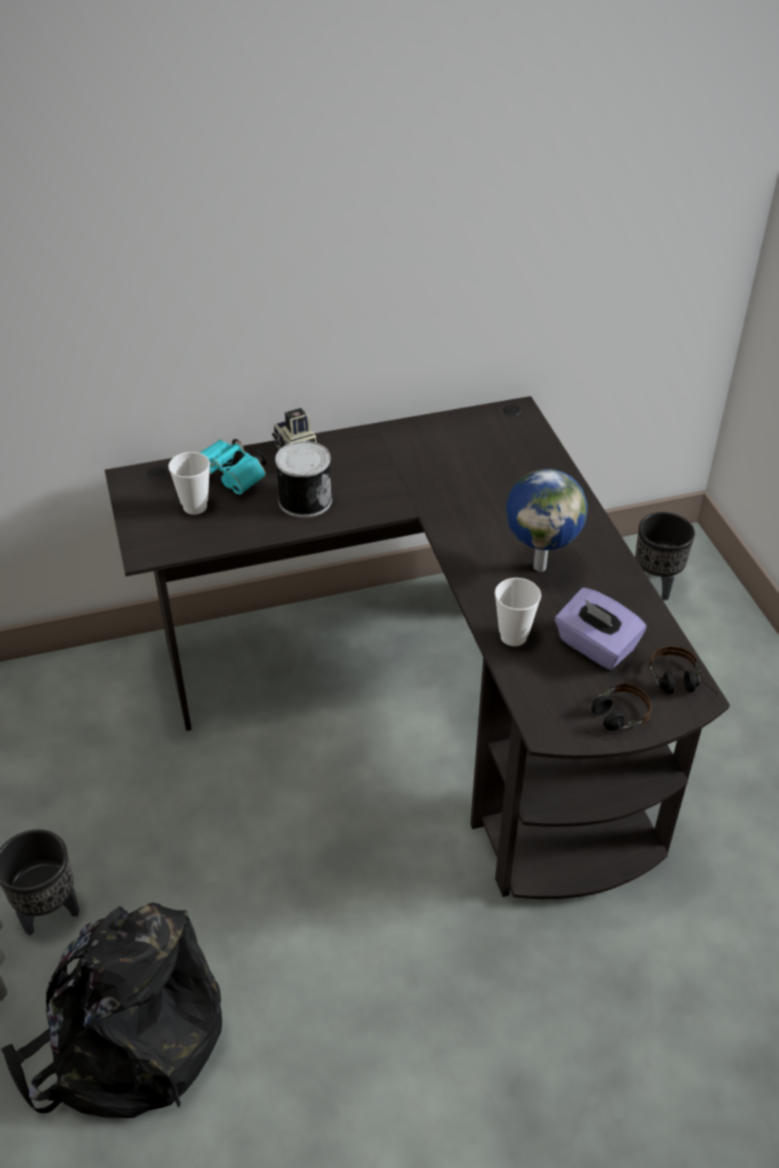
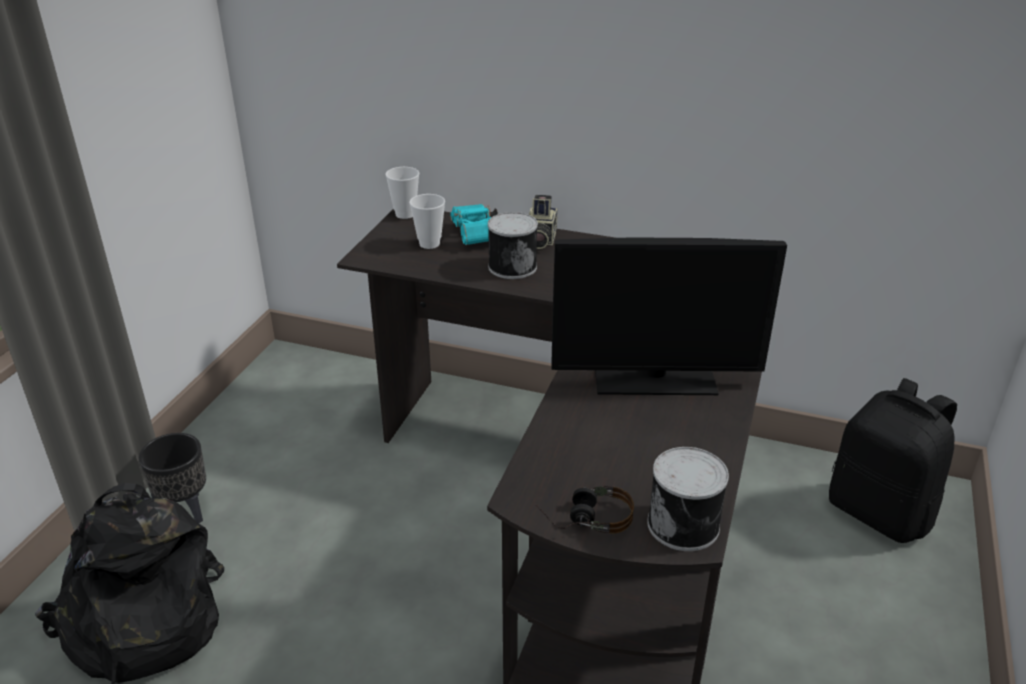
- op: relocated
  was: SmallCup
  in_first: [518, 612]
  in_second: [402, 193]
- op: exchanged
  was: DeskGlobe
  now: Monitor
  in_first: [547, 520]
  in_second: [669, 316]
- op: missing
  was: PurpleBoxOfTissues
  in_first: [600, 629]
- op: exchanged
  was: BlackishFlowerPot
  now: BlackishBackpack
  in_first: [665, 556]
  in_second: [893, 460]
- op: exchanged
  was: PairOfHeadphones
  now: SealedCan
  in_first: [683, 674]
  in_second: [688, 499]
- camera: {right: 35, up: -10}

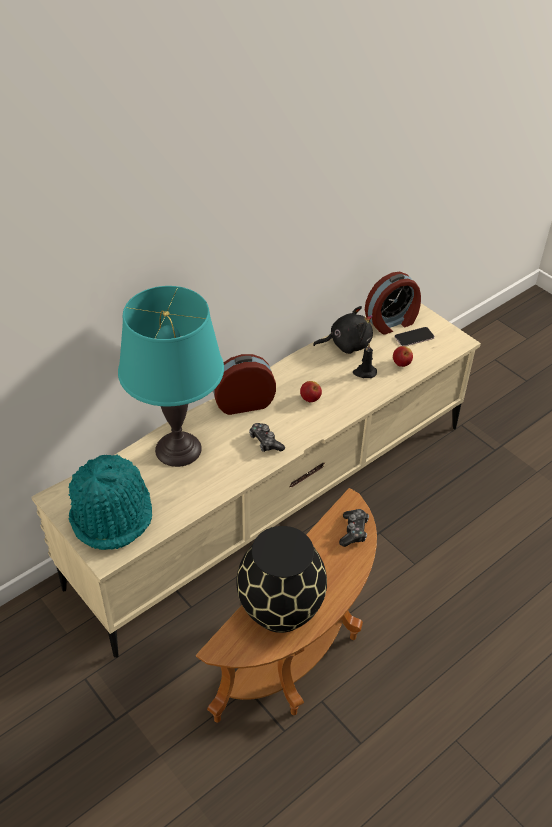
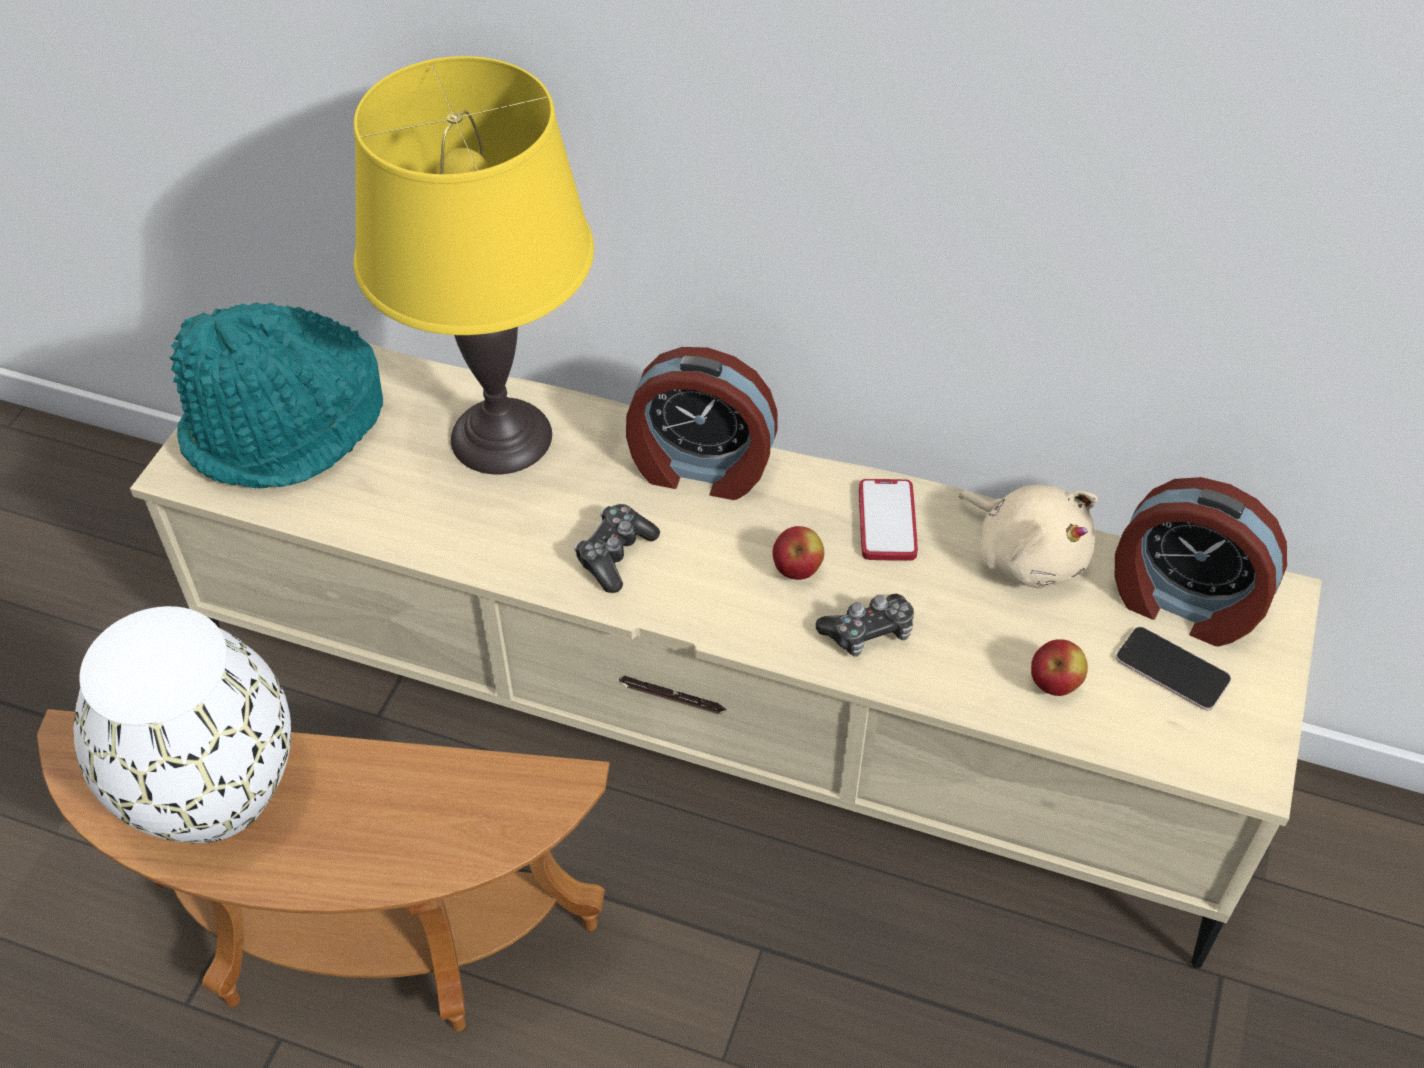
- op: colour
  was: TurquoiseTabletopLamp
  now: YellowishTabletopLamp
  in_first: [171, 376]
  in_second: [474, 265]
- op: spun
  was: AlarmClock
  in_first: [244, 384]
  in_second: [702, 423]
  clockwise: 150
- op: colour
  was: BlackishFlowerVase
  now: WhiteColouredFlowerVase
  in_first: [281, 579]
  in_second: [182, 724]
- op: colour
  was: BlackishPlushToy
  now: BeigePlushToy
  in_first: [343, 330]
  in_second: [1028, 536]
- op: relocated
  was: GameController
  in_first: [354, 528]
  in_second: [865, 625]
- op: missing
  was: BlackishWaxLight
  in_first: [365, 360]
- op: appeared
  now: Phone
  in_second: [888, 520]
- camera: {right: 60, up: 5}

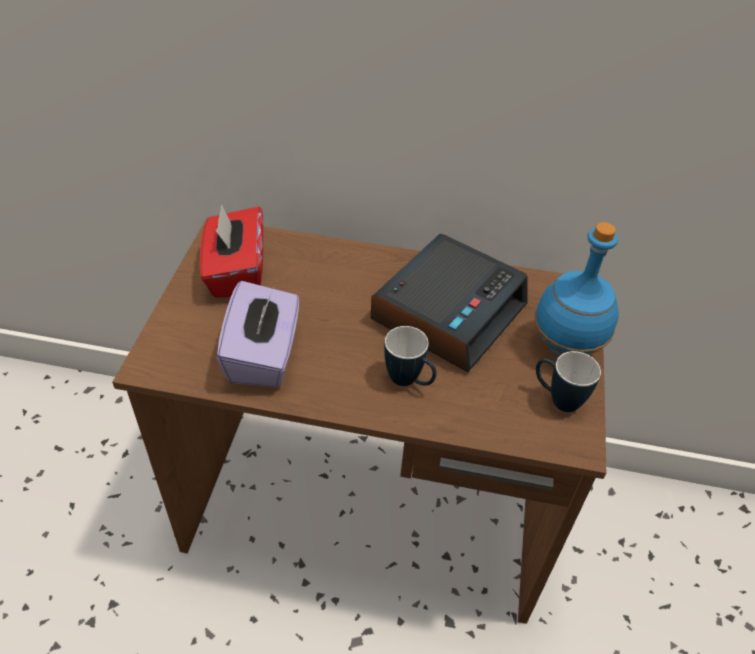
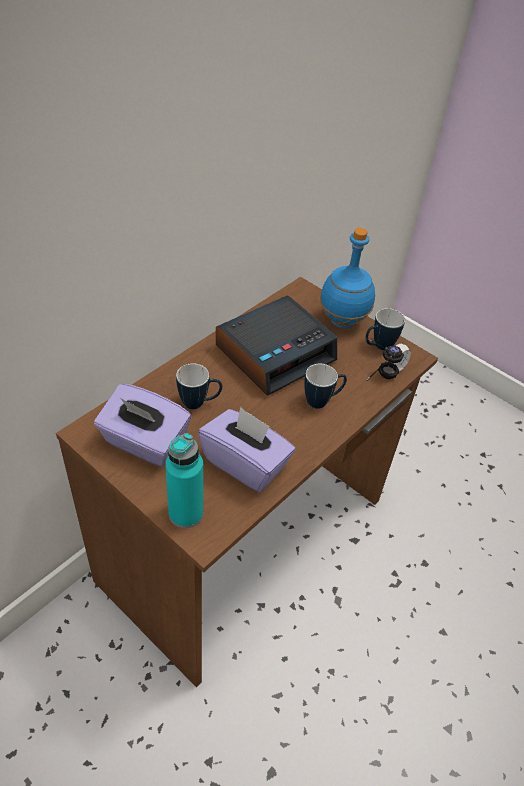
- op: colour
  was: RedBoxOfTissues
  now: PurpleBoxOfTissues
  in_first: [231, 251]
  in_second: [142, 425]
- op: spun
  was: AlarmClock
  in_first: [449, 303]
  in_second: [276, 345]
  clockwise: 75
- op: appeared
  now: TurquoiseBottle
  in_second: [184, 480]
- op: appeared
  now: Mug
  in_second: [199, 386]
- op: appeared
  now: PairOfHeadphones
  in_second: [388, 360]
- camera: {right: -60, up: 0}

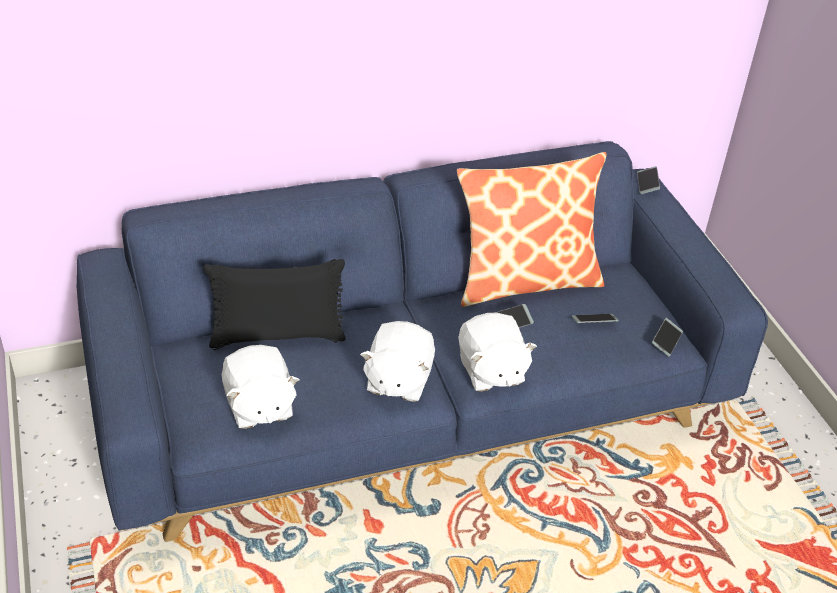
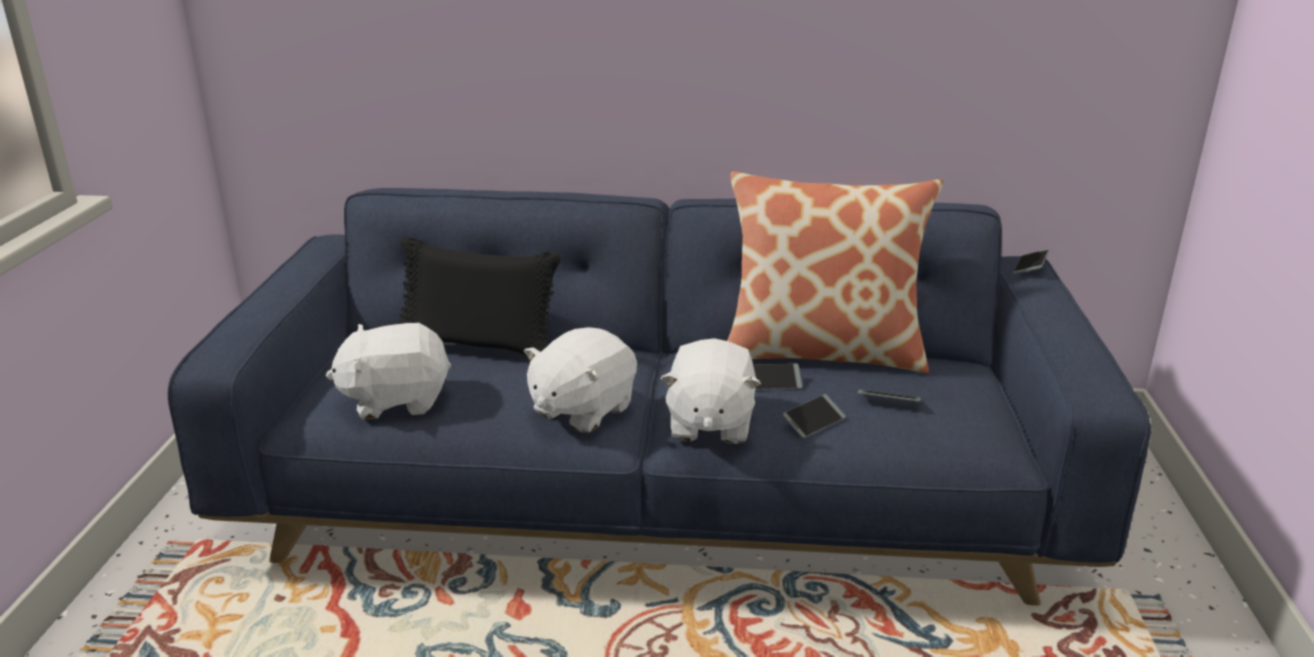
- op: spun
  was: WhiteColouredPlushToy
  in_first: [260, 387]
  in_second: [388, 371]
  clockwise: 75
- op: relocated
  was: Phone
  in_first: [667, 337]
  in_second: [814, 416]
- camera: {right: 25, up: -15}

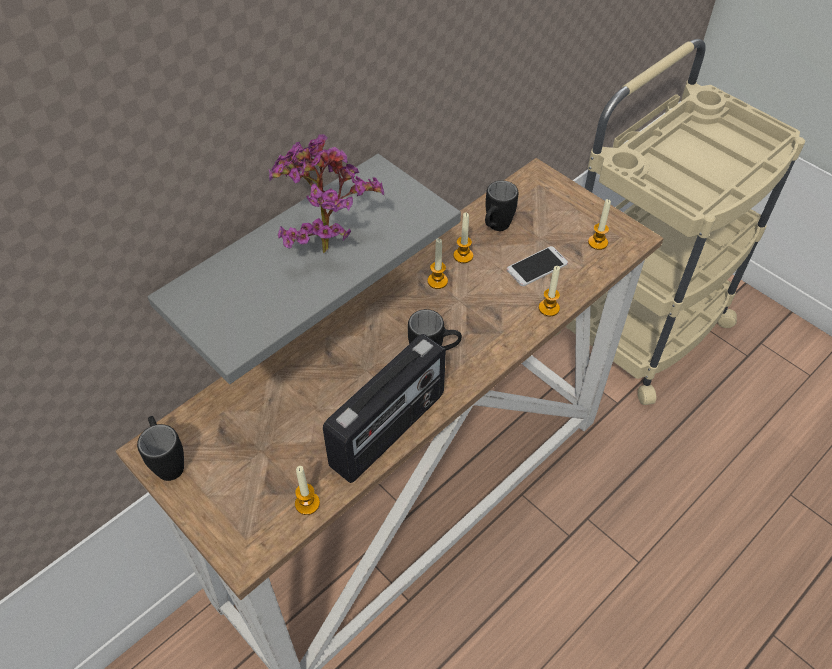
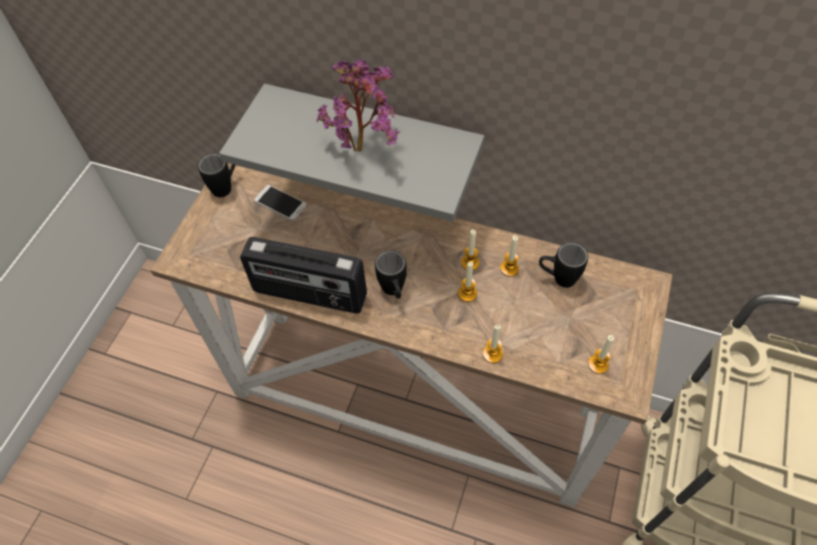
- op: relocated
  was: WaxLight
  in_first: [307, 490]
  in_second: [467, 282]
- op: relocated
  was: Phone
  in_first: [537, 266]
  in_second: [280, 203]
- camera: {right: 65, up: 5}

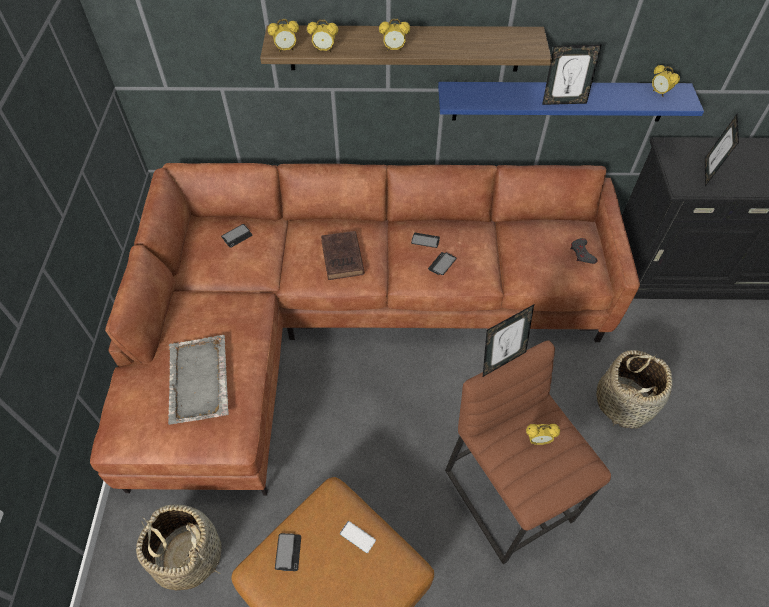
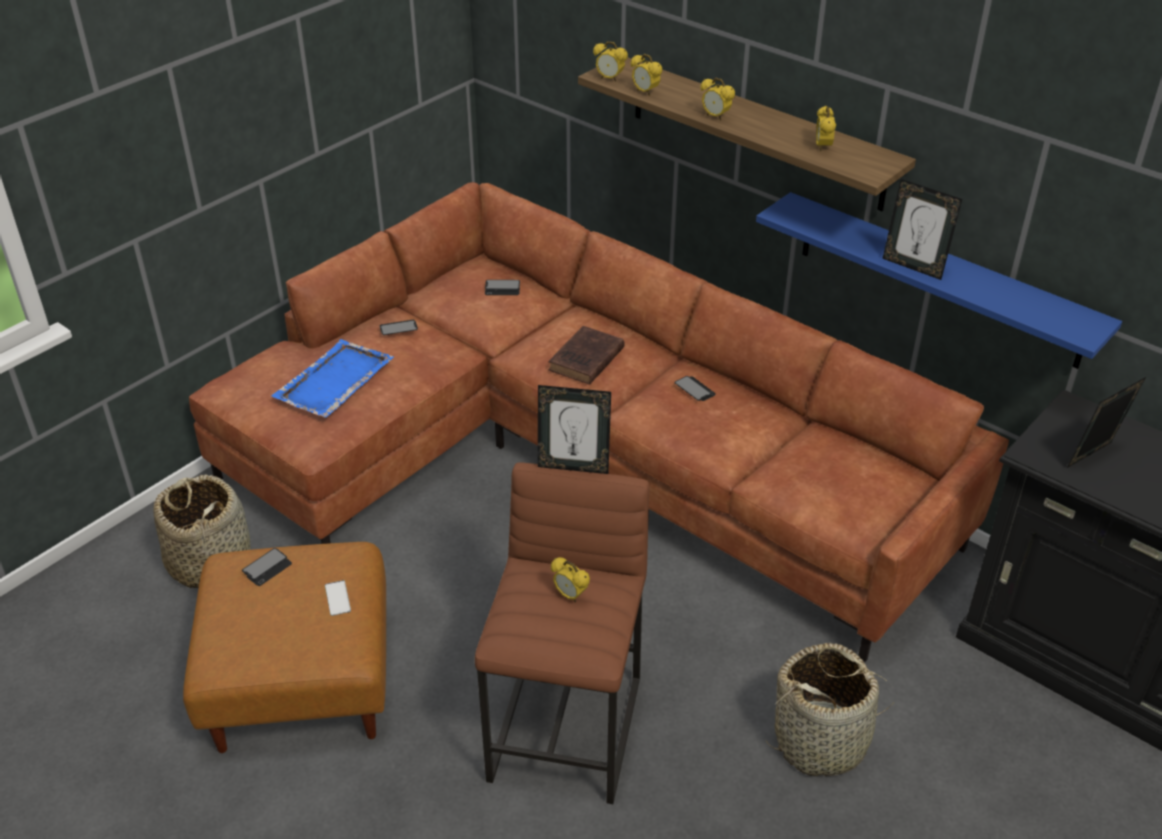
- op: colour
  was: GreyTray
  now: BlueColouredTray
  in_first: [198, 380]
  in_second: [332, 378]
- op: relocated
  was: Phone
  in_first: [442, 263]
  in_second: [399, 327]
- op: missing
  was: GreyGameController
  in_first: [584, 251]
- op: relocated
  was: AlarmClock
  in_first: [666, 81]
  in_second: [826, 129]
- camera: {right: 40, up: -15}

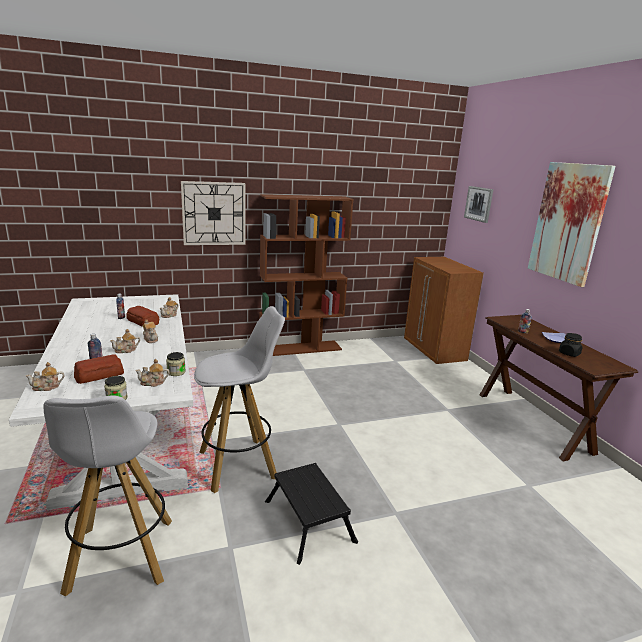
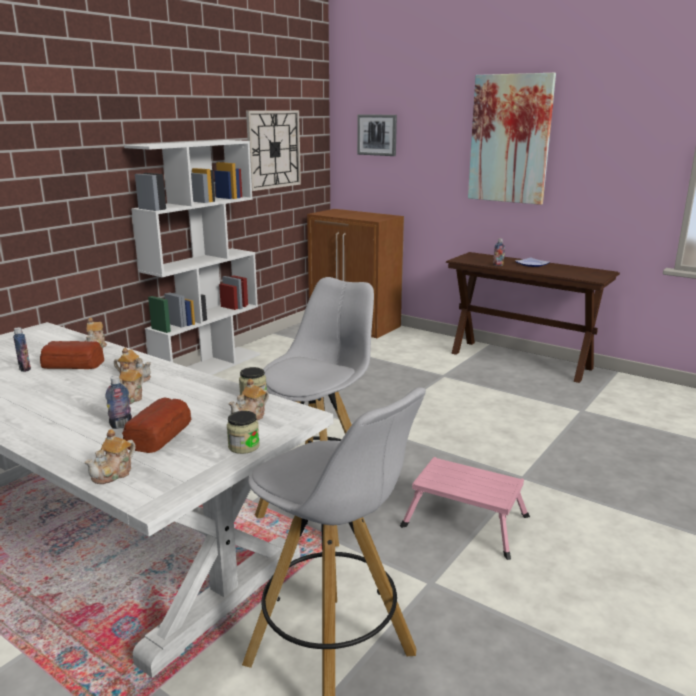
- op: relocated
  was: HangingClock
  in_first: [213, 213]
  in_second: [273, 150]
- op: colour
  was: BrownishShelvingUnit
  now: WhiteColouredShelvingUnit
  in_first: [306, 275]
  in_second: [192, 257]
- op: colour
  was: BlackishStepladder
  now: PinkColouredStepladder
  in_first: [311, 514]
  in_second: [465, 508]
- op: missing
  was: BlackishPreserveJar
  in_first: [570, 345]
- camera: {right: -35, up: 0}

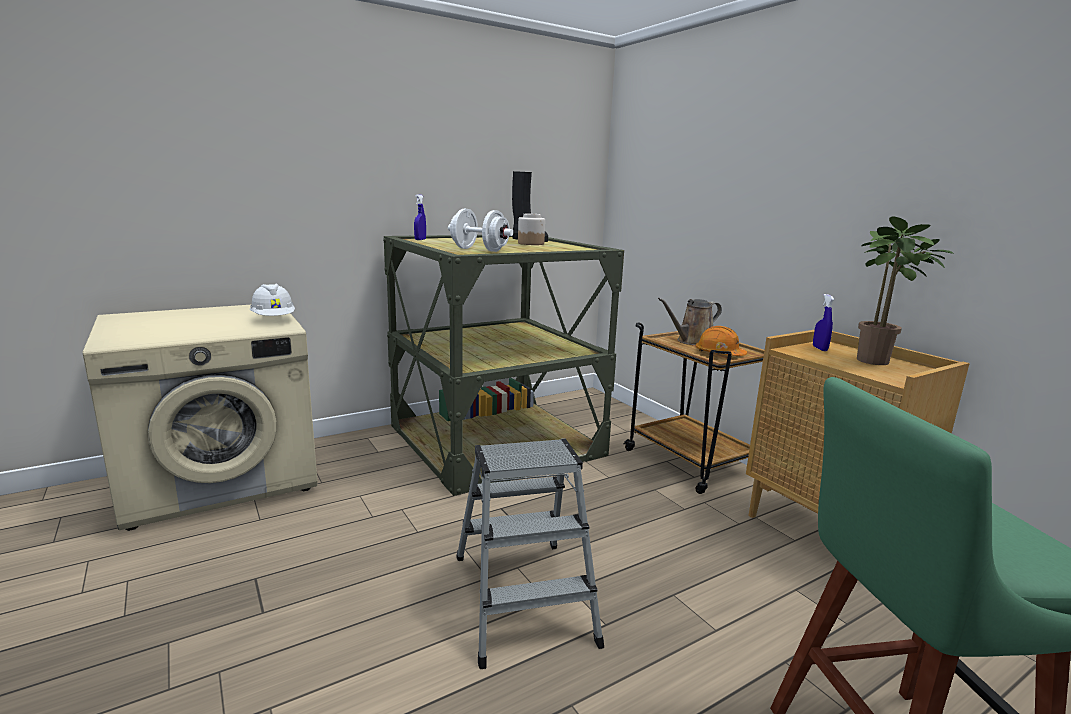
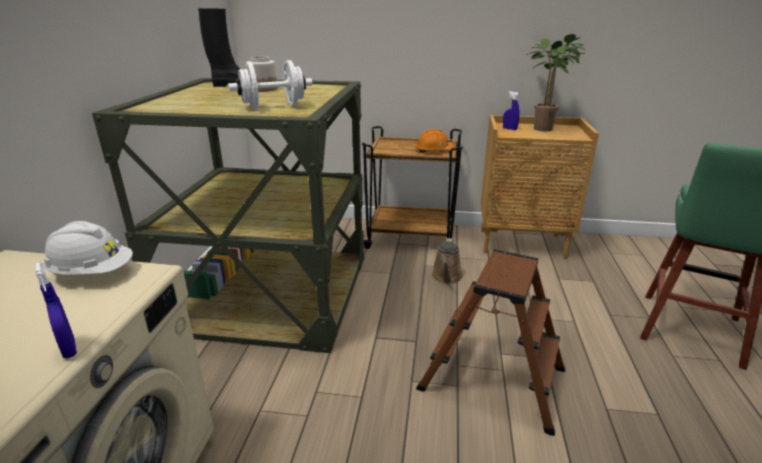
- op: relocated
  was: BlueColouredSprayer
  in_first: [420, 217]
  in_second: [56, 310]
- op: colour
  was: GreyStepladder
  now: BrownishStepladder
  in_first: [530, 553]
  in_second: [490, 342]
- op: relocated
  was: BrownishWateringCan
  in_first: [690, 321]
  in_second: [447, 261]
- camera: {right: -50, up: 10}

